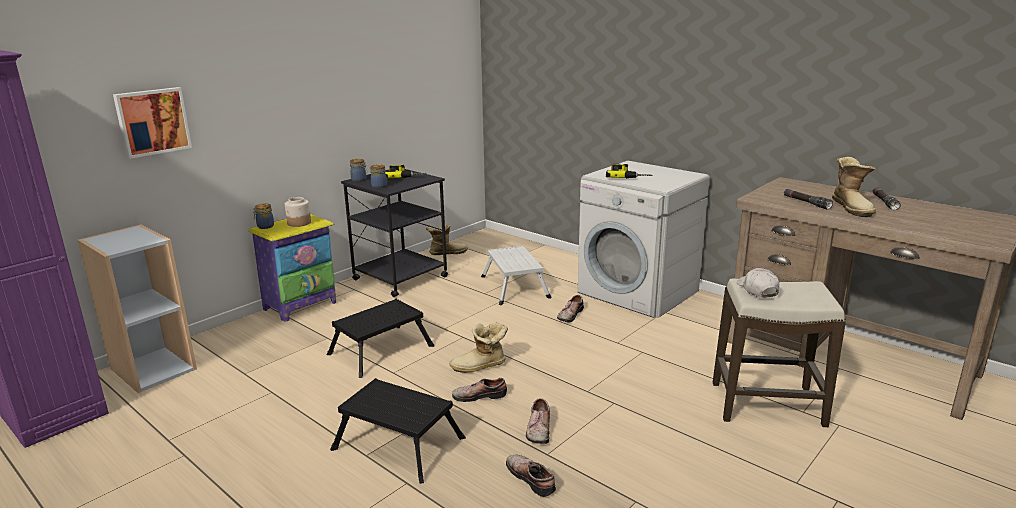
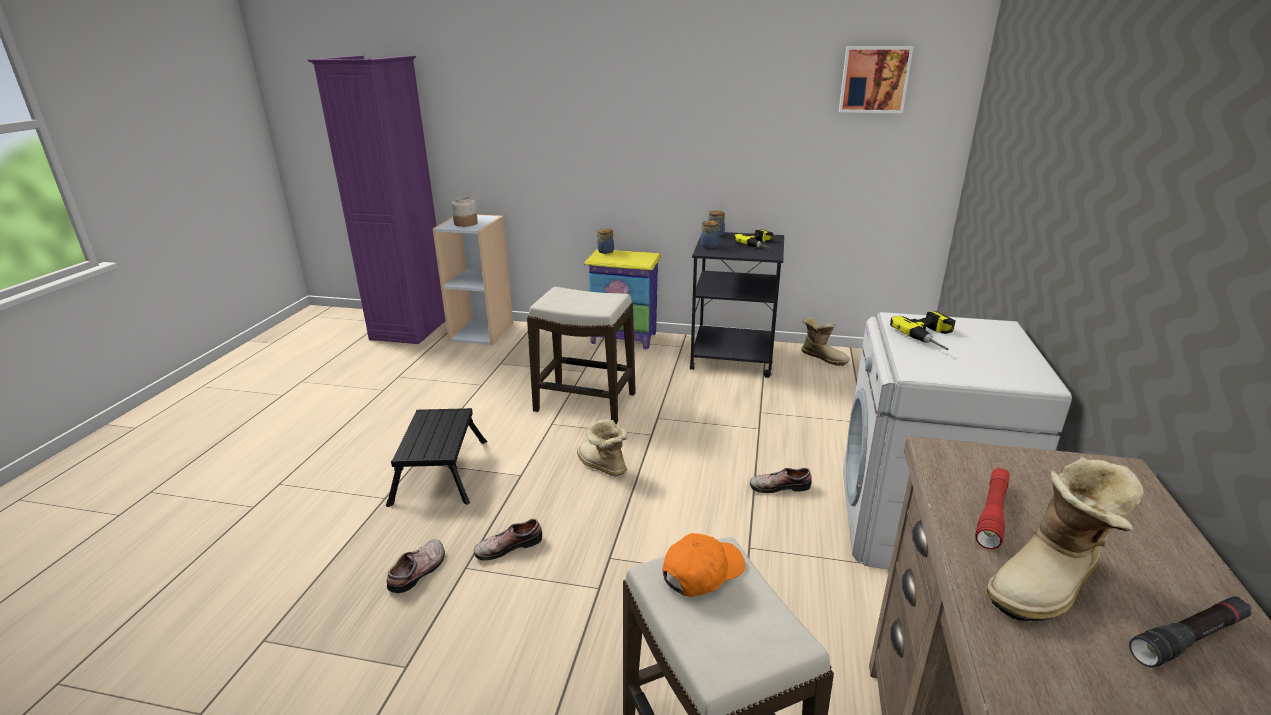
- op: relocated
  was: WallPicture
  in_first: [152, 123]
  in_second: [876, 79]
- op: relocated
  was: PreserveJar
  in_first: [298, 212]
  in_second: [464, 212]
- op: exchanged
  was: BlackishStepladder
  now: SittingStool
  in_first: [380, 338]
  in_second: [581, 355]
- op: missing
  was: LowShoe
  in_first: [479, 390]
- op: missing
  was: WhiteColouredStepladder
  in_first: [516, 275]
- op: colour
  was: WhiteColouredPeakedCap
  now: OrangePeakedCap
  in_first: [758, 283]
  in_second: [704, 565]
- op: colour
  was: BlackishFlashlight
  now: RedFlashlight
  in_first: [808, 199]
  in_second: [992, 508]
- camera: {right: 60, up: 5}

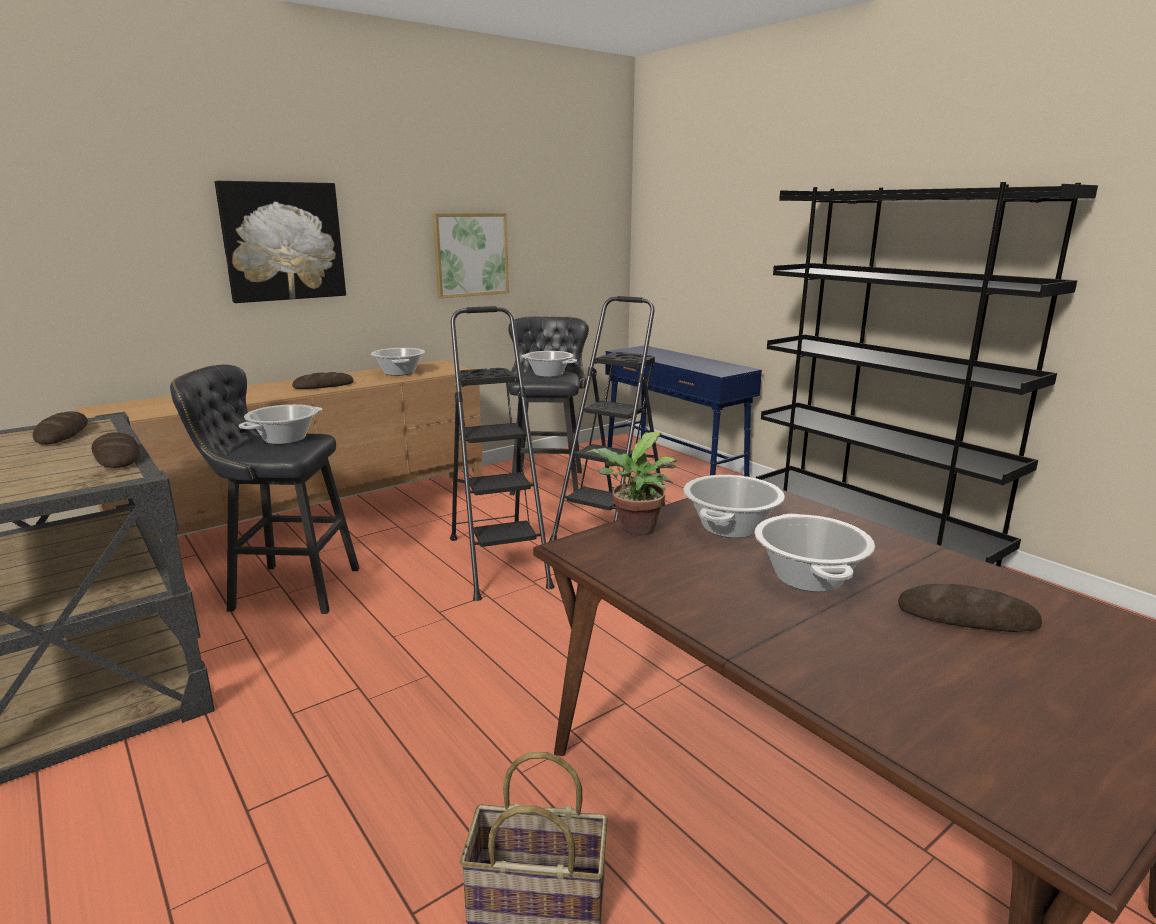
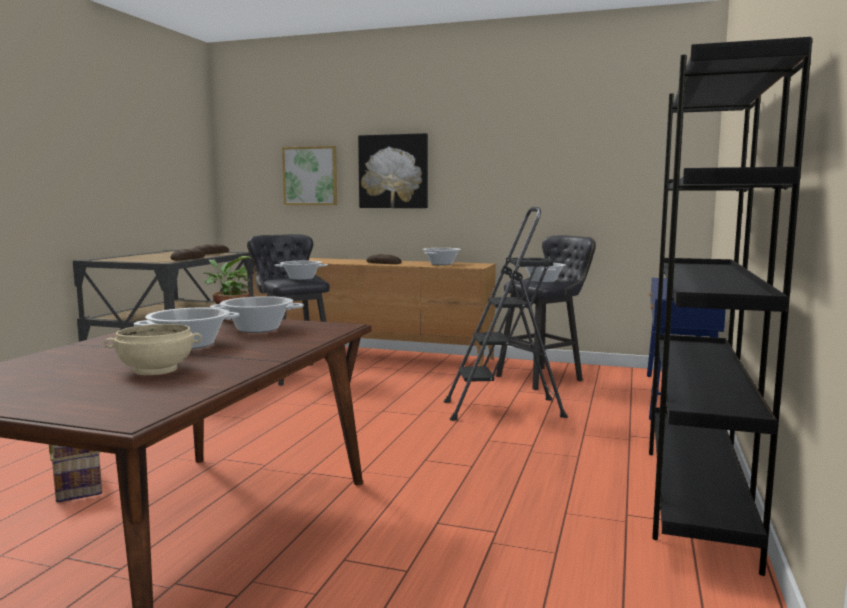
- op: relocated
  was: WallPicture
  in_first: [471, 255]
  in_second: [309, 175]
- op: missing
  was: Stepladder
  in_first: [502, 453]
- op: exchanged
  was: BakedBread
  now: BeigeBowl
  in_first: [970, 608]
  in_second: [153, 349]
- camera: {right: 55, up: -10}

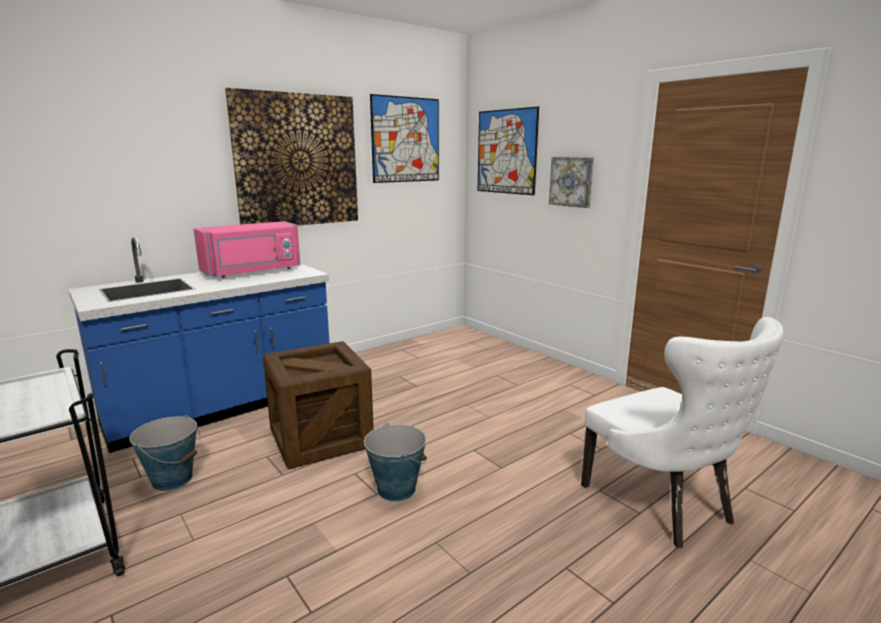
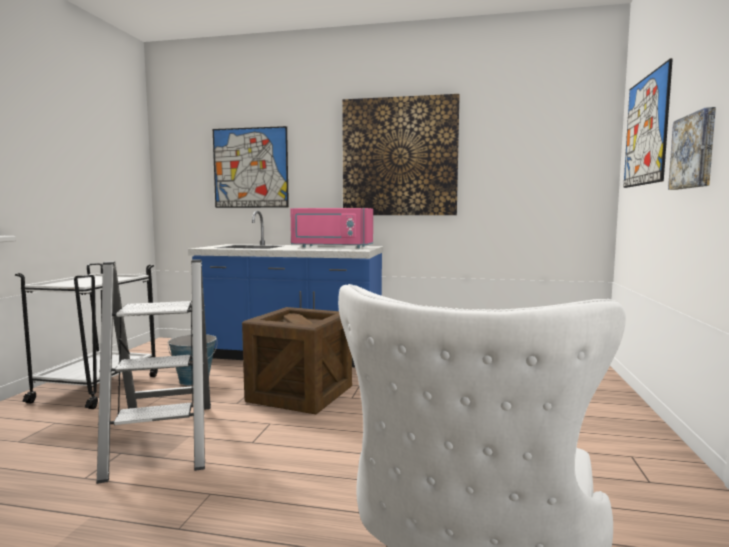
- op: missing
  was: WaterBucket
  in_first: [395, 462]
- op: relocated
  was: WallPicture
  in_first: [404, 138]
  in_second: [251, 167]
- op: appeared
  now: GreyStepladder
  in_second: [153, 371]
- camera: {right: 50, up: -10}

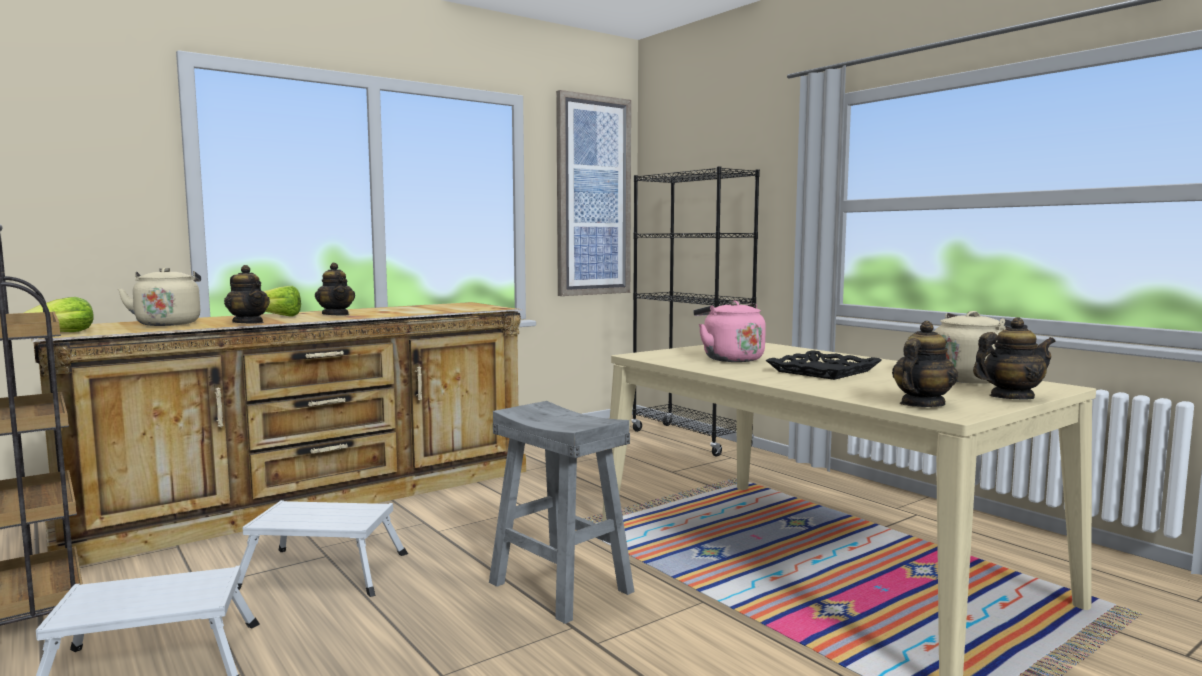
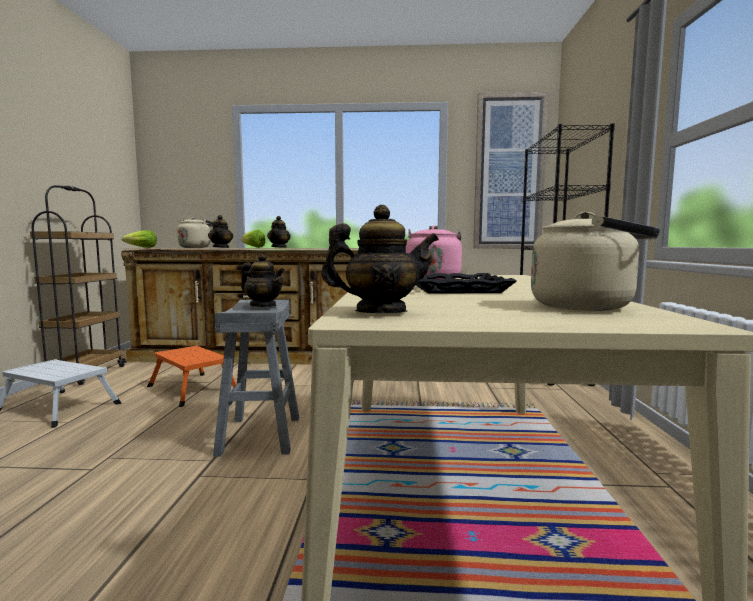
- op: colour
  was: WhiteColouredStepladder
  now: OrangeStepladder
  in_first: [322, 548]
  in_second: [192, 376]
- op: relocated
  was: Teapot
  in_first: [1014, 358]
  in_second: [263, 280]
- camera: {right: 40, up: 0}

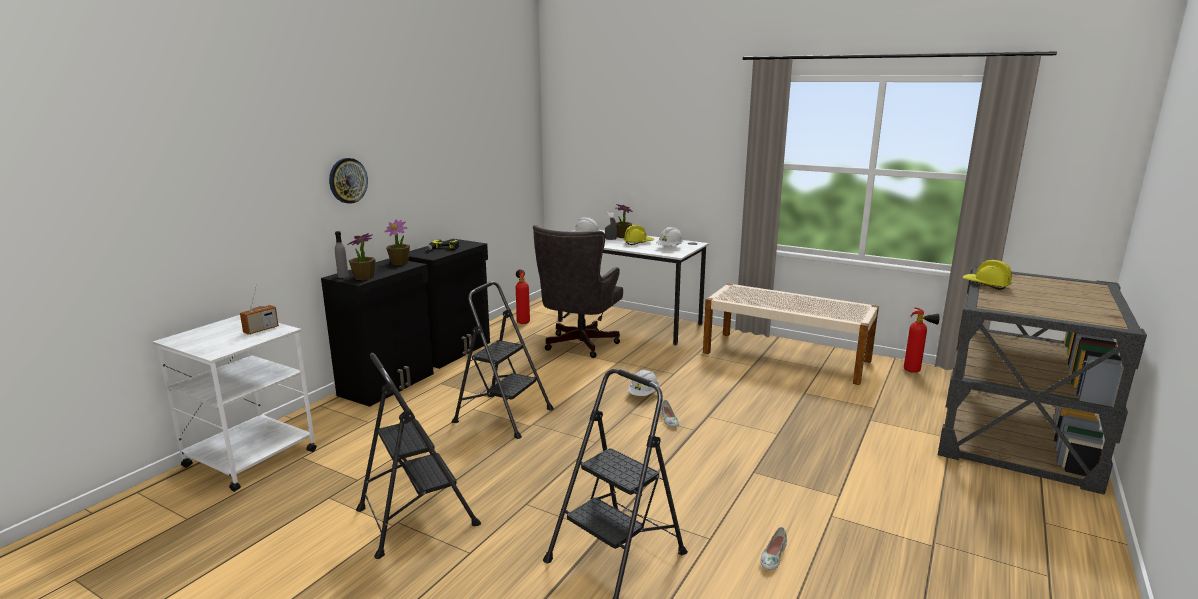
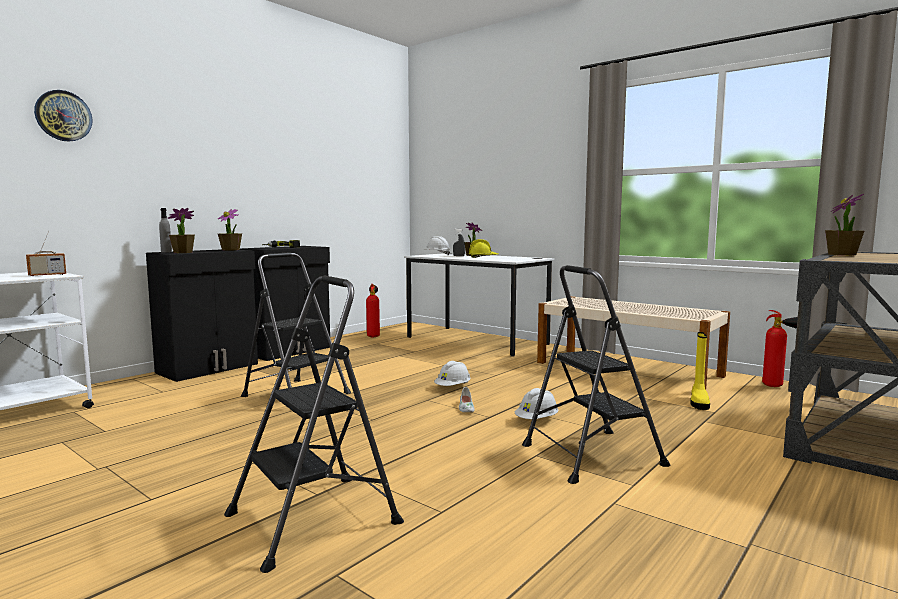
- op: relocated
  was: HangingClock
  in_first: [348, 181]
  in_second: [63, 116]
- op: relocated
  was: BlackishStepladder
  in_first: [418, 456]
  in_second: [596, 374]
- op: missing
  was: GreyOfficeChair
  in_first: [578, 291]
- op: relocated
  was: WhiteColouredHardHat
  in_first: [670, 236]
  in_second: [536, 403]
- op: missing
  was: WhiteColouredLowShoe
  in_first: [773, 549]
- op: exchanged
  was: YellowishHardHat
  now: PottedPlant
  in_first: [987, 275]
  in_second: [844, 224]
- op: appeared
  now: YellowishBoot
  in_second: [700, 371]
- camera: {right: 10, up: -10}

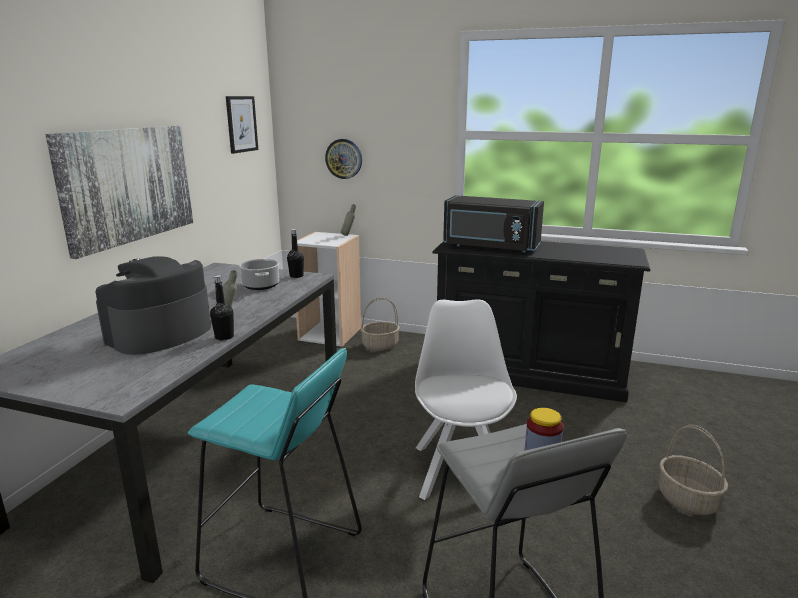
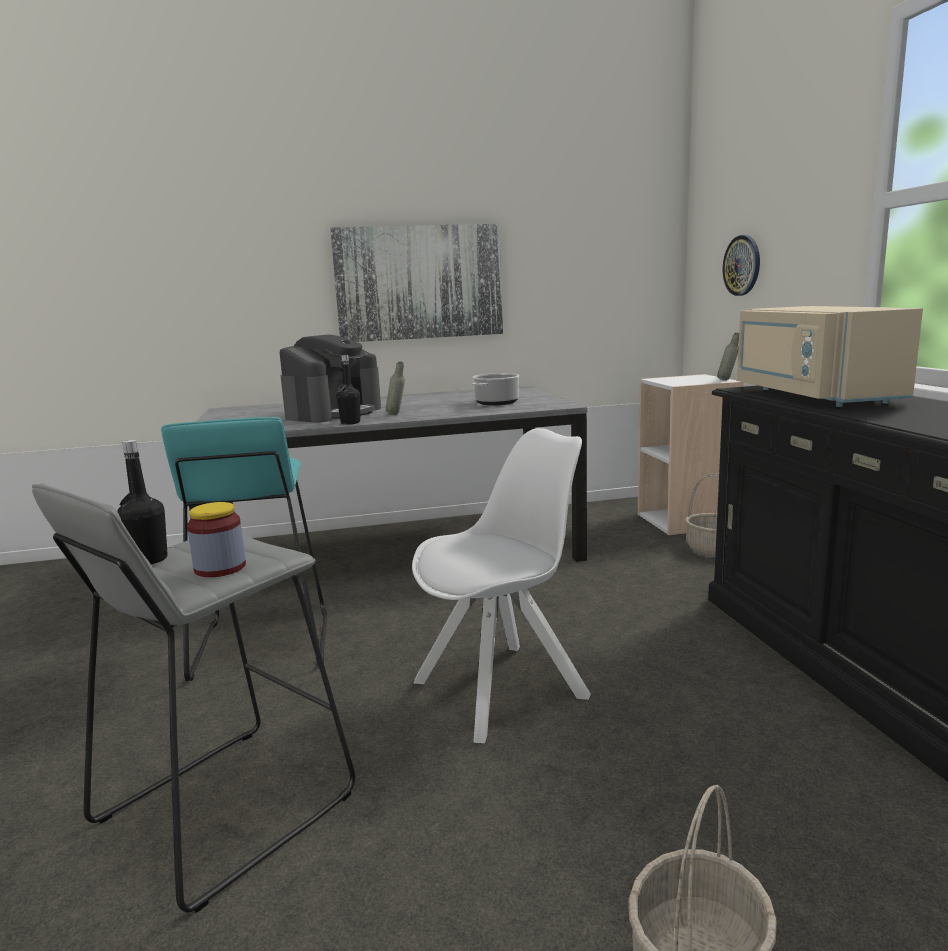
- op: spun
  was: CoffeeMachine
  in_first: [153, 305]
  in_second: [330, 378]
  clockwise: 120
- op: missing
  was: WallPicture
  in_first: [242, 125]
- op: relocated
  was: BlackishBottle
  in_first: [295, 253]
  in_second: [143, 502]
- op: colour
  was: BlackishKitchenMicrowave
  now: BeigeKitchenMicrowave
  in_first: [493, 224]
  in_second: [830, 356]
- camera: {right: 60, up: -5}

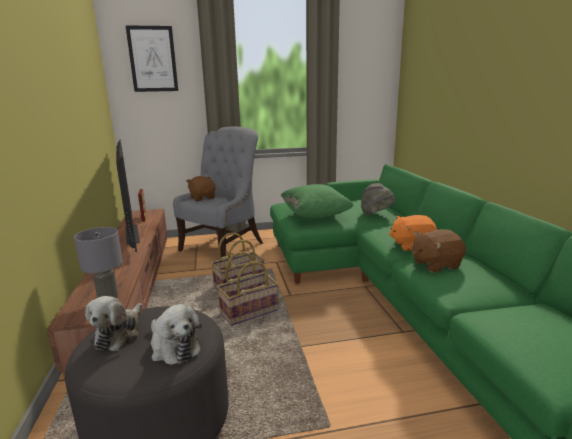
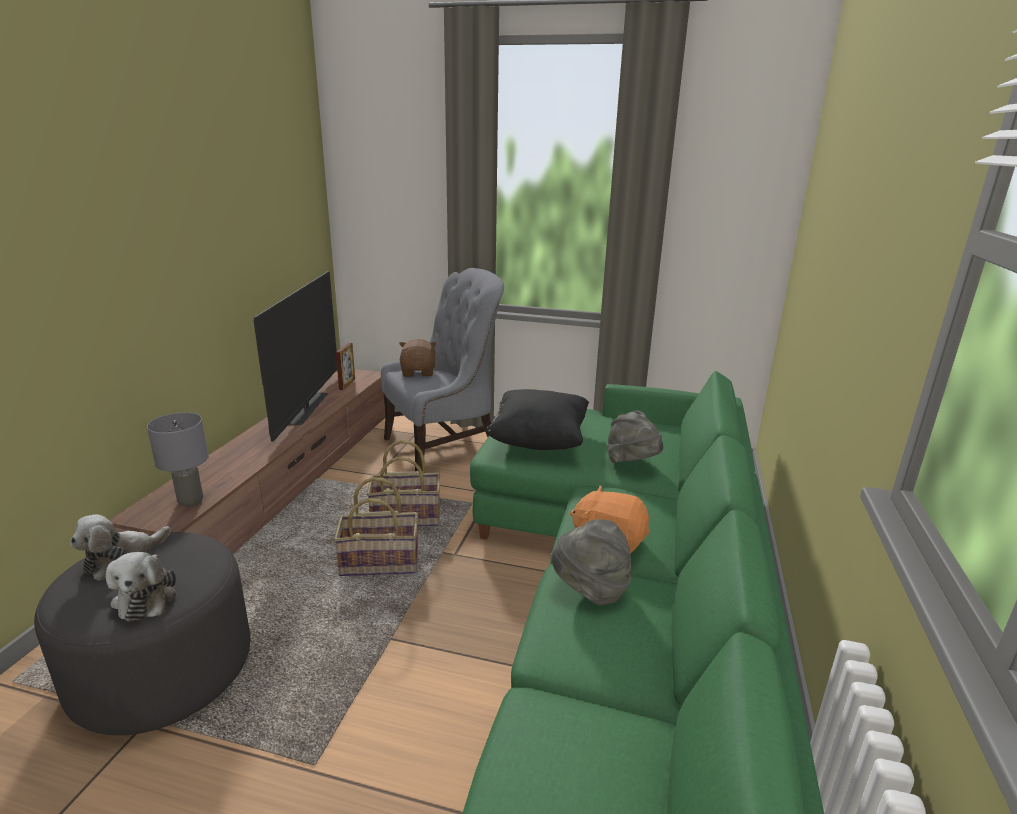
- op: missing
  was: WallPicture
  in_first: [152, 59]
- op: colour
  was: GreenPillow
  now: BlackishPillow
  in_first: [317, 201]
  in_second: [537, 419]
- op: exchanged
  was: BrownishPlushToy
  now: GreyWearableHat
  in_first: [439, 251]
  in_second: [592, 562]
- camera: {right: 25, up: 5}

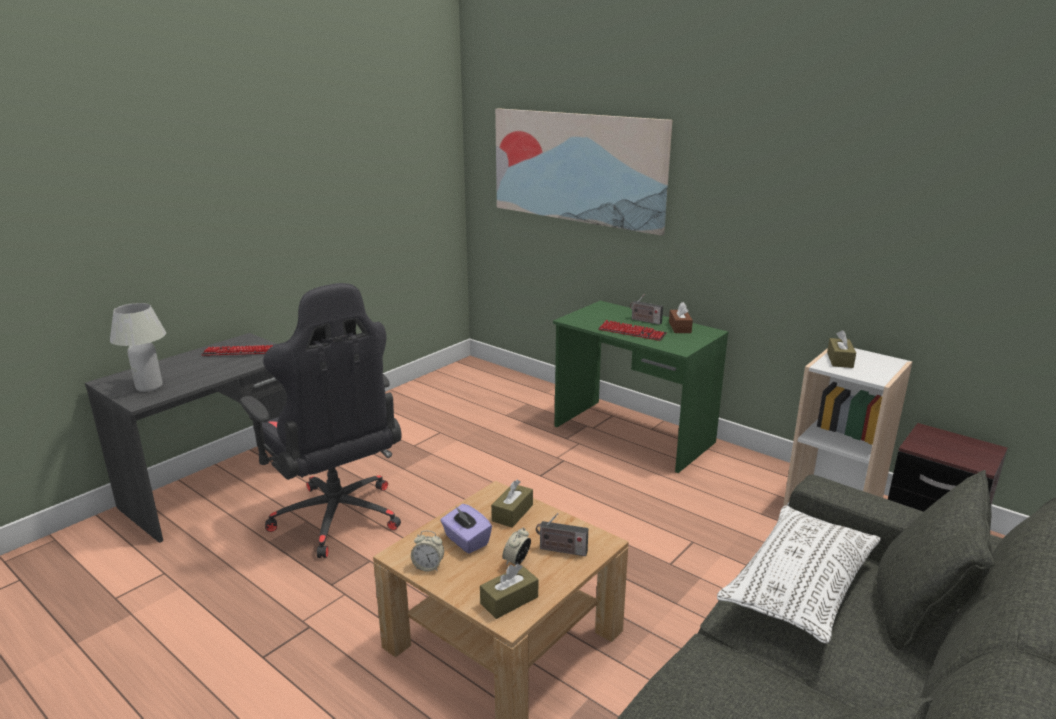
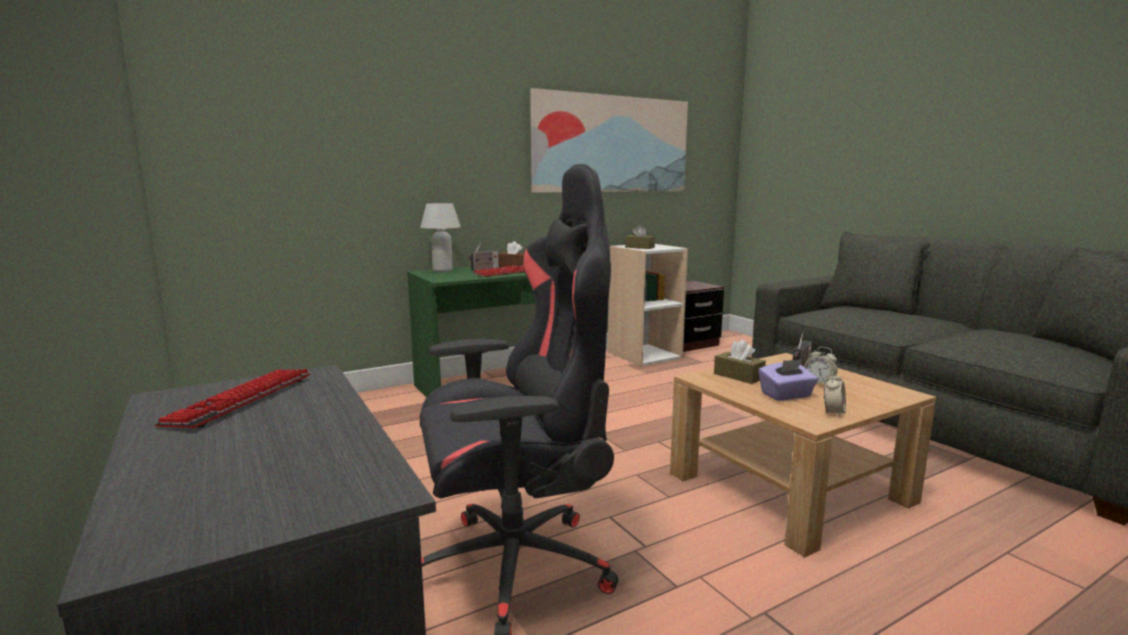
- op: relocated
  was: WhiteColouredTabletopLamp
  in_first: [138, 347]
  in_second: [440, 237]
- op: missing
  was: BrownishBoxOfTissues
  in_first: [509, 591]
- op: relocated
  was: WallPicture
  in_first: [583, 172]
  in_second: [609, 140]
- op: missing
  was: WhiteColouredPillow
  in_first: [799, 574]
- camera: {right: -70, up: -10}

